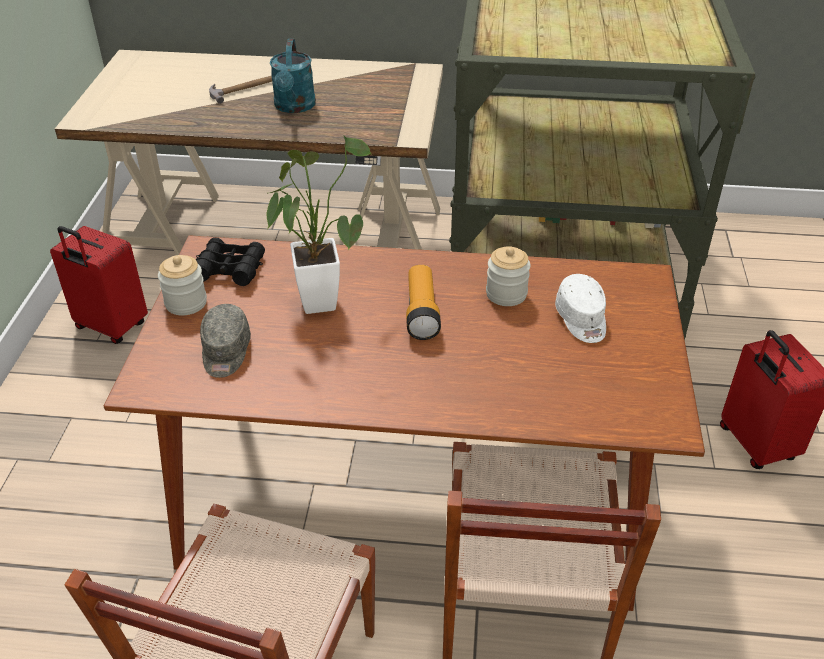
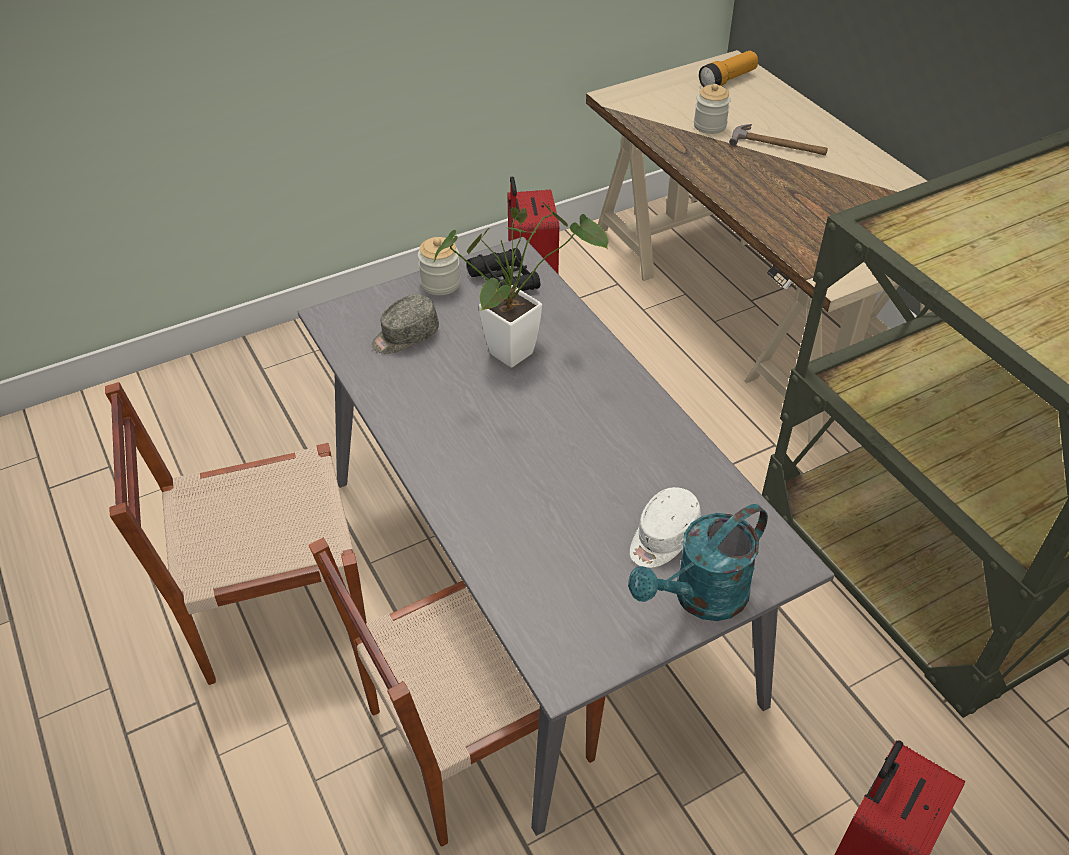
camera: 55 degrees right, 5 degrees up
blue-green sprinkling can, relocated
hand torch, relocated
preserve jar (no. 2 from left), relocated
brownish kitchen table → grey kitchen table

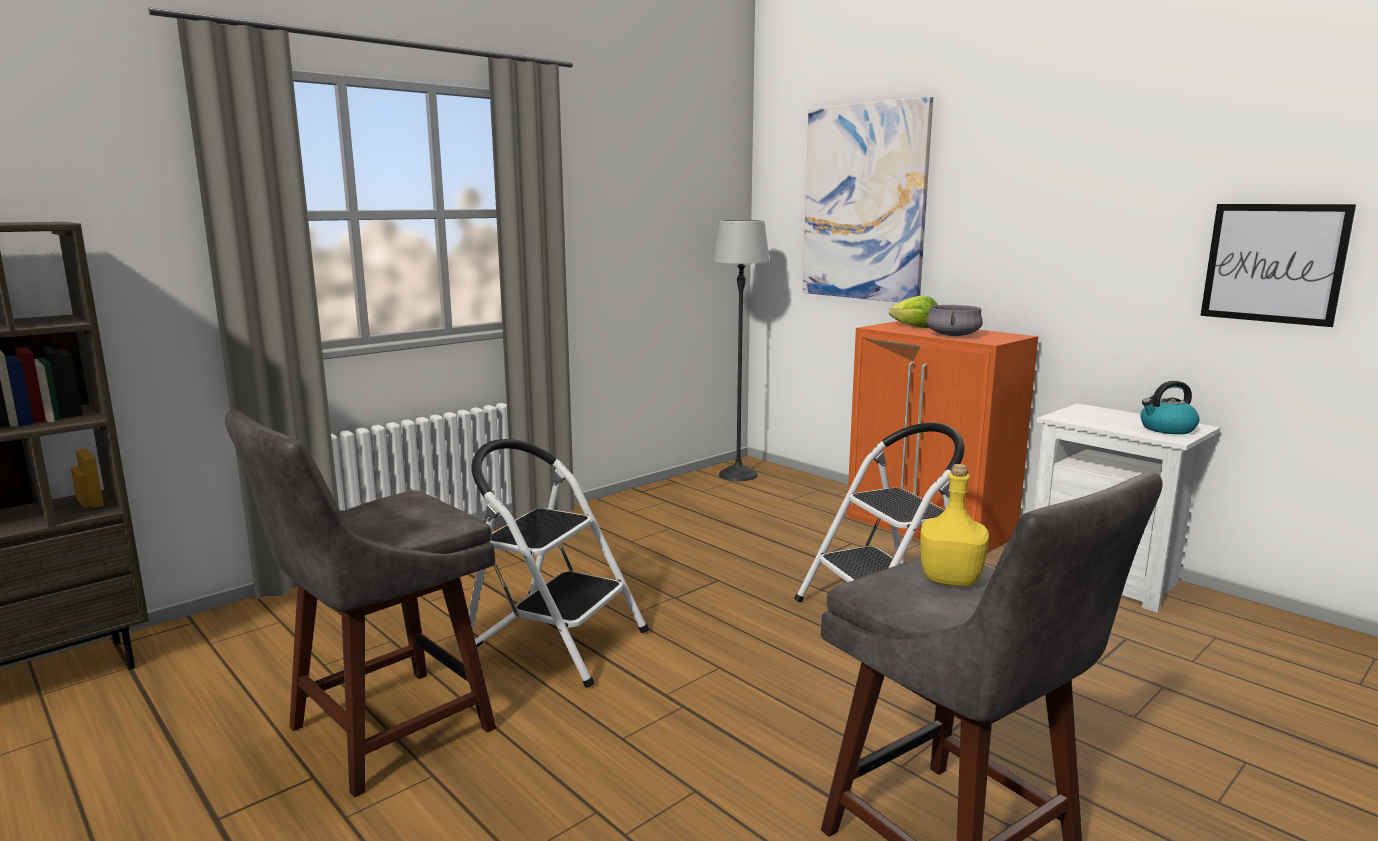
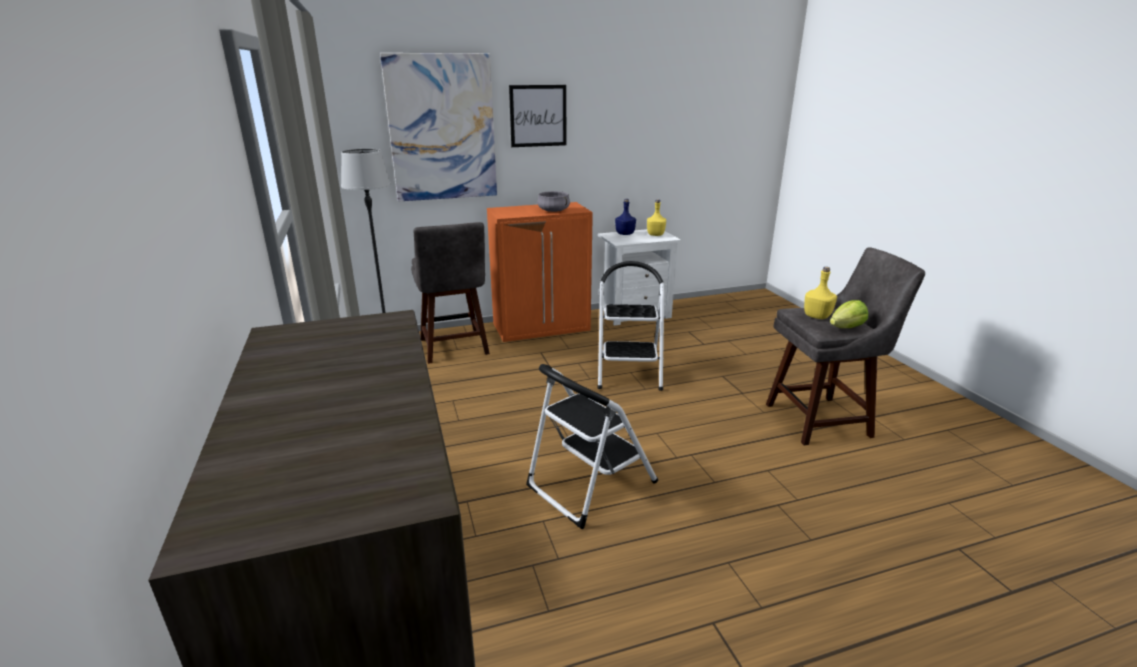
camera: 65 degrees left, 10 degrees up
- → blue bottle
grey sitting stool (no. 1 from left), relocated
head of lettuce, relocated
picture (no. 2 from left), relocated
tea kettle → yellow-coloured bottle (no. 1 from left)

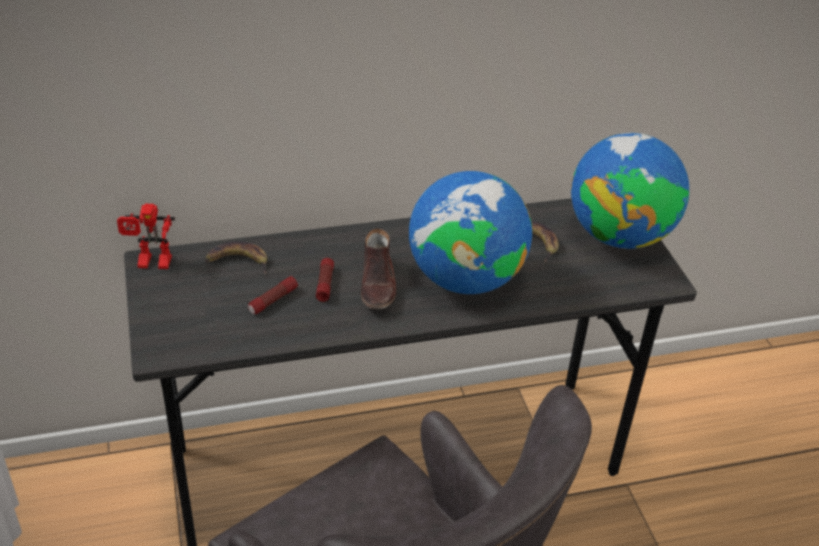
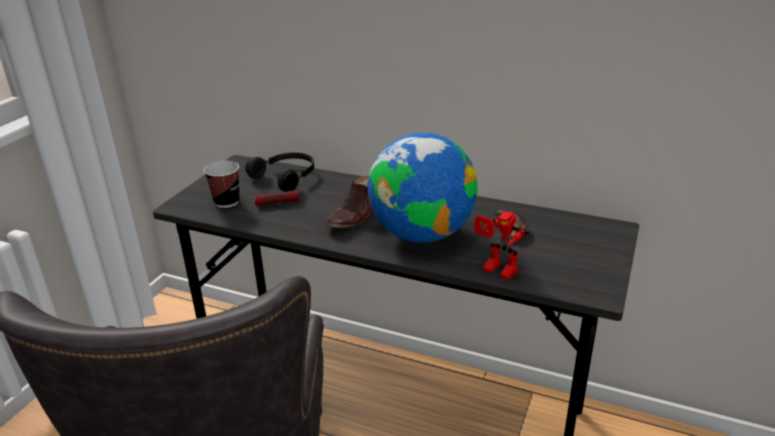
camera: 40 degrees right, 10 degrees down
hand torch (no. 2 from left) → -
world globe (no. 2 from left) → -
- → small cup
robot figure, relocated
banana (no. 1 from left) → black pair of headphones

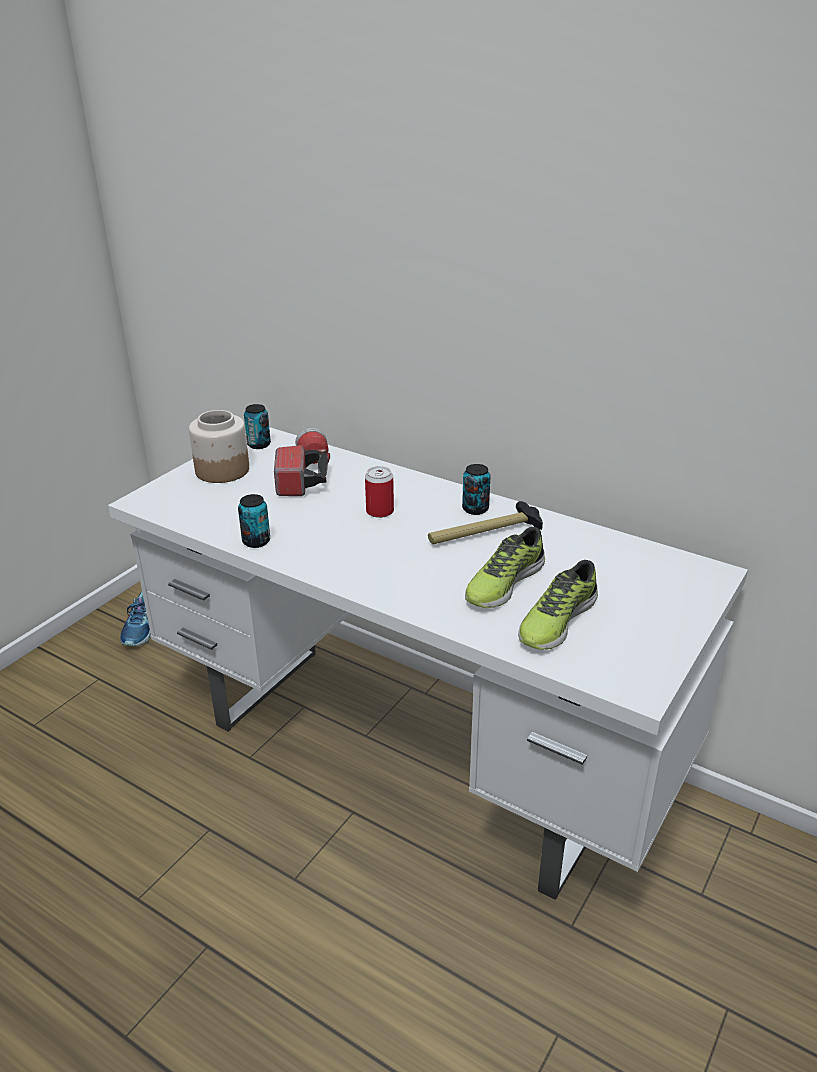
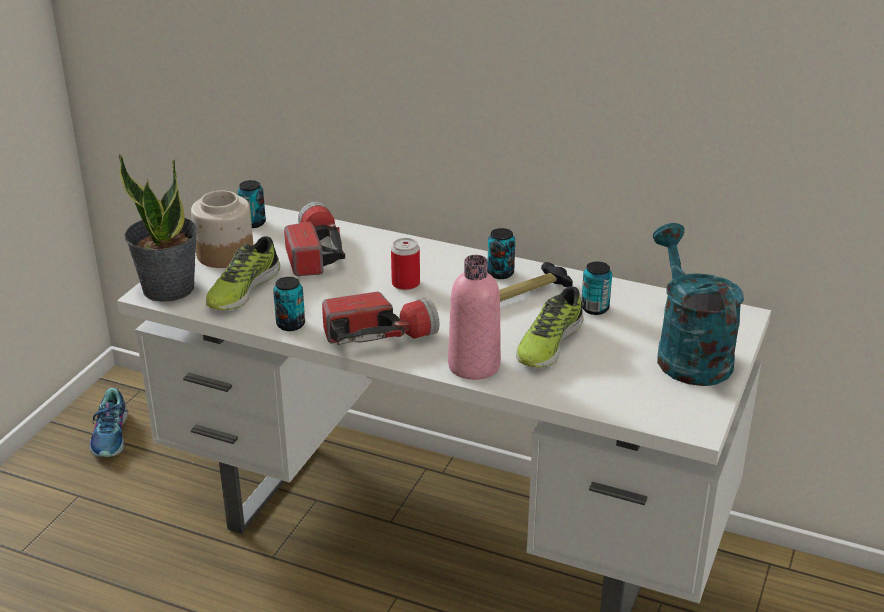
camera: 10 degrees left, 0 degrees up
- → plant in a pot
- → hand torch (no. 2 from left)
- → pink bottle
- → metal can (no. 5 from left)
- → blue-green sprinkling can
item of footwear (no. 3 from left in the first image) → item of footwear (no. 2 from left), relocated

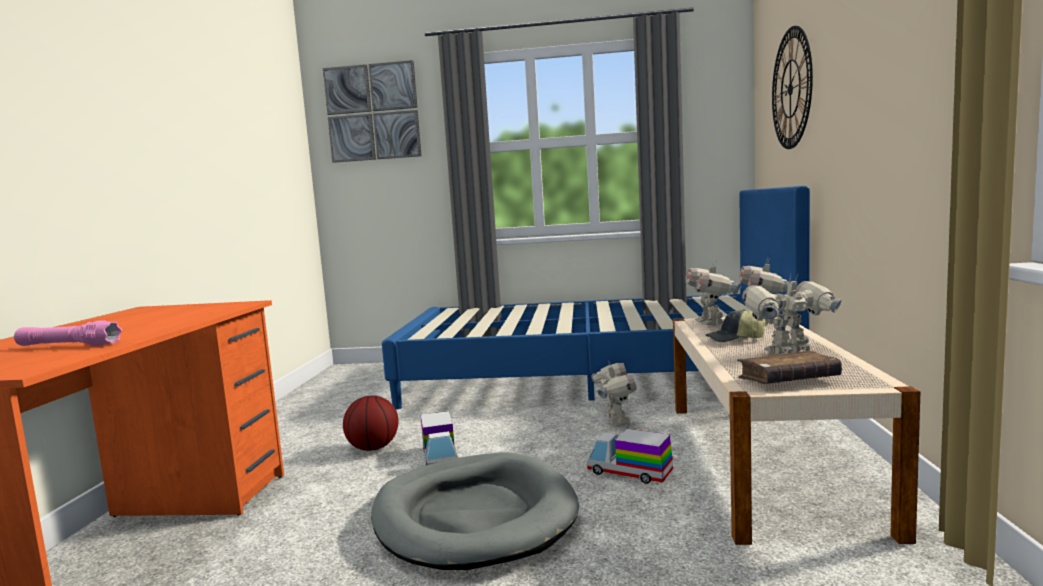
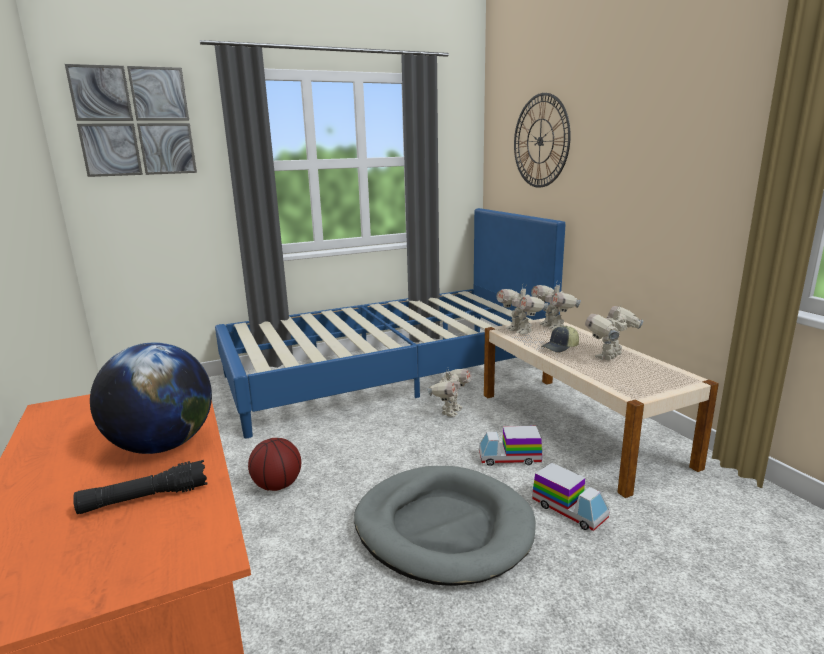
camera: 30 degrees left, 10 degrees up
brownish volume → -
- → world globe
model truck (no. 1 from left in the first image) → model truck (no. 2 from left), relocated
pink hand torch → black hand torch
robot figure (no. 1 from left), 60 degrees clockwise

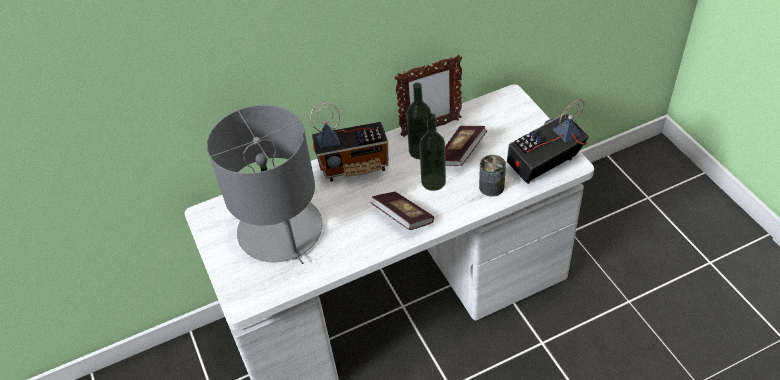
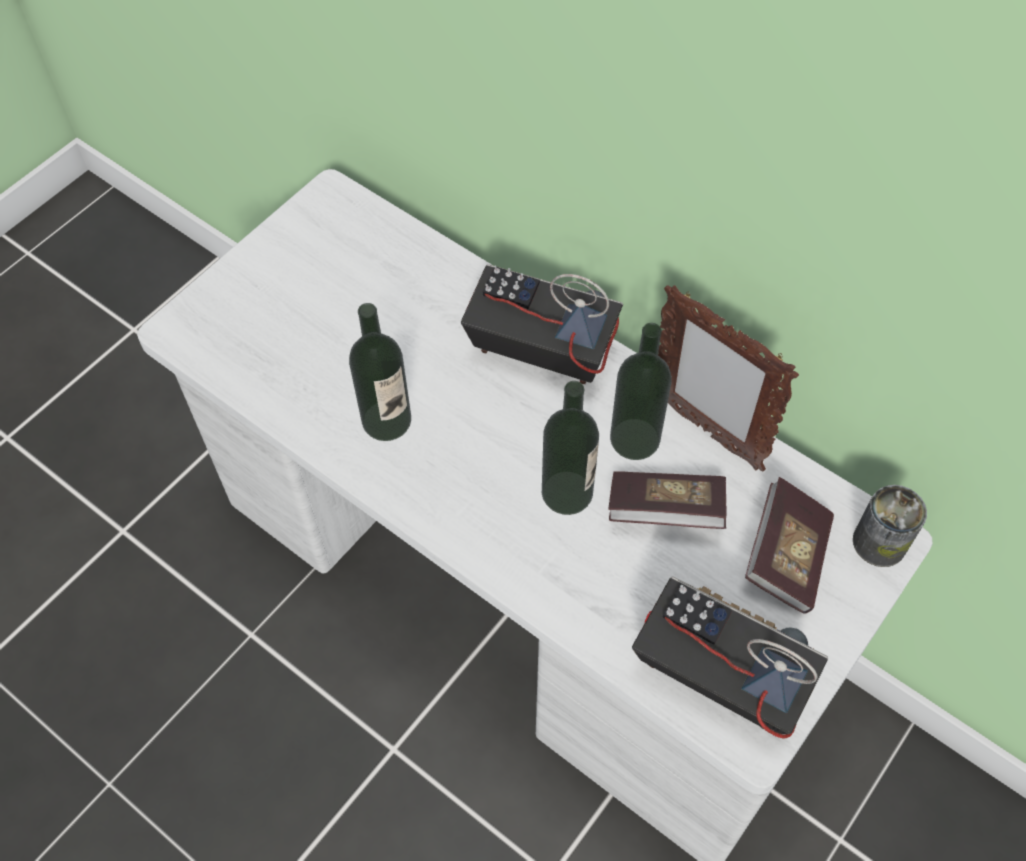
camera: 60 degrees right, 10 degrees up
grey lamp for a table → -
- → bottle (no. 1 from left)
volume (no. 1 from left in the first image) → volume (no. 2 from left), relocated
metal can, relocated
radio set (no. 1 from left), 150 degrees clockwise

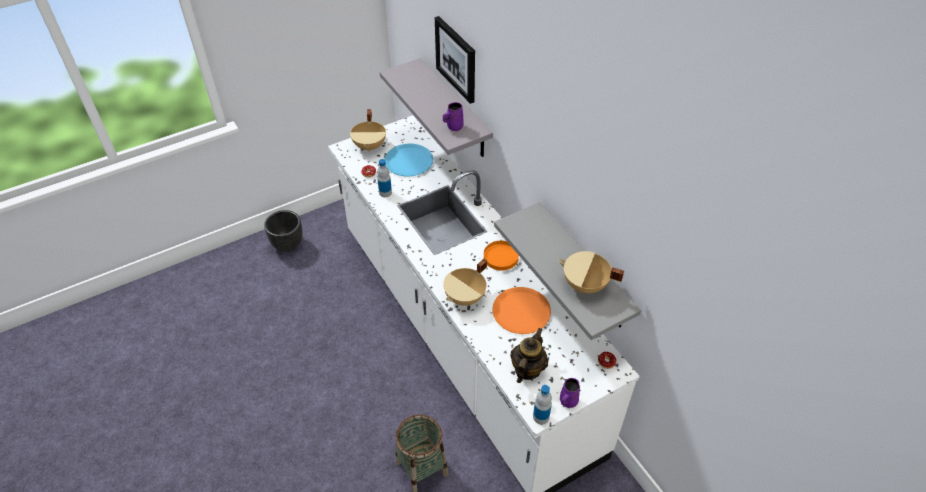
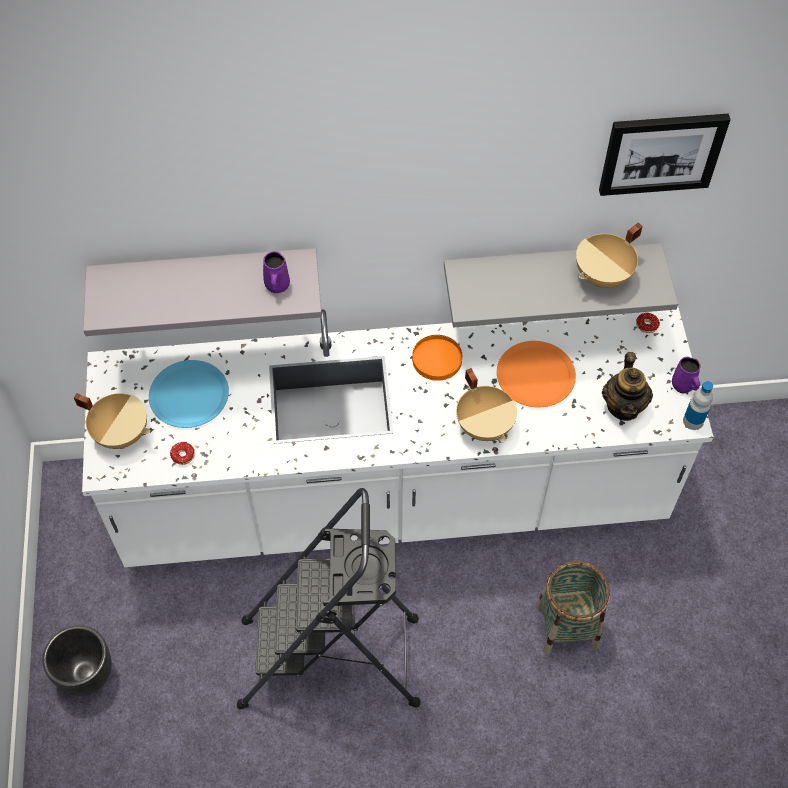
camera: 65 degrees left, 10 degrees up
bottle (no. 1 from left) → -
- → stepladder
picture, relocated
teapot, 135 degrees counterclockwise

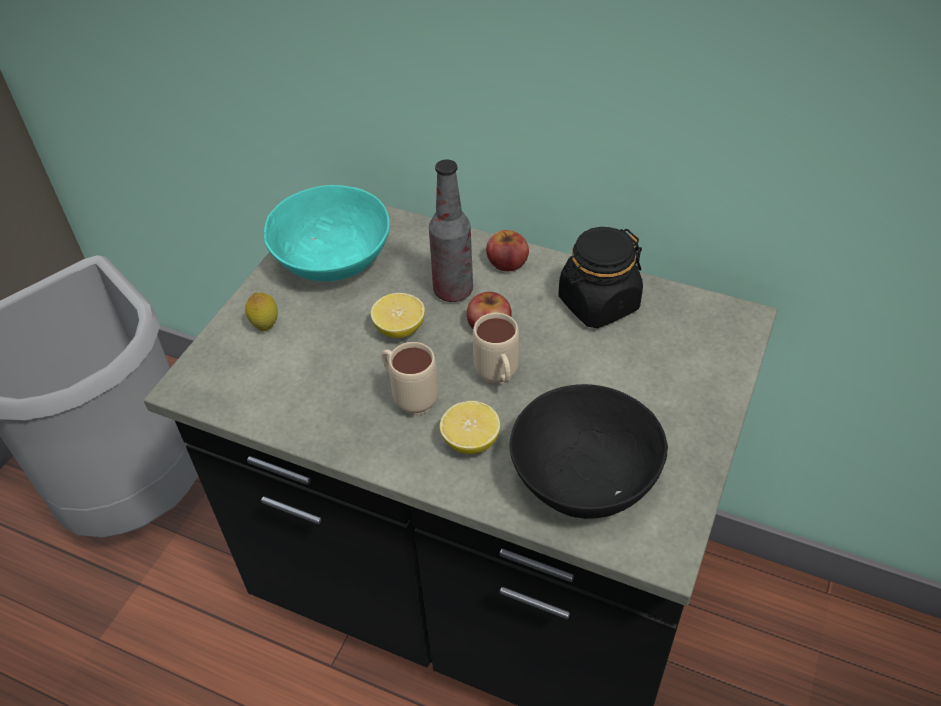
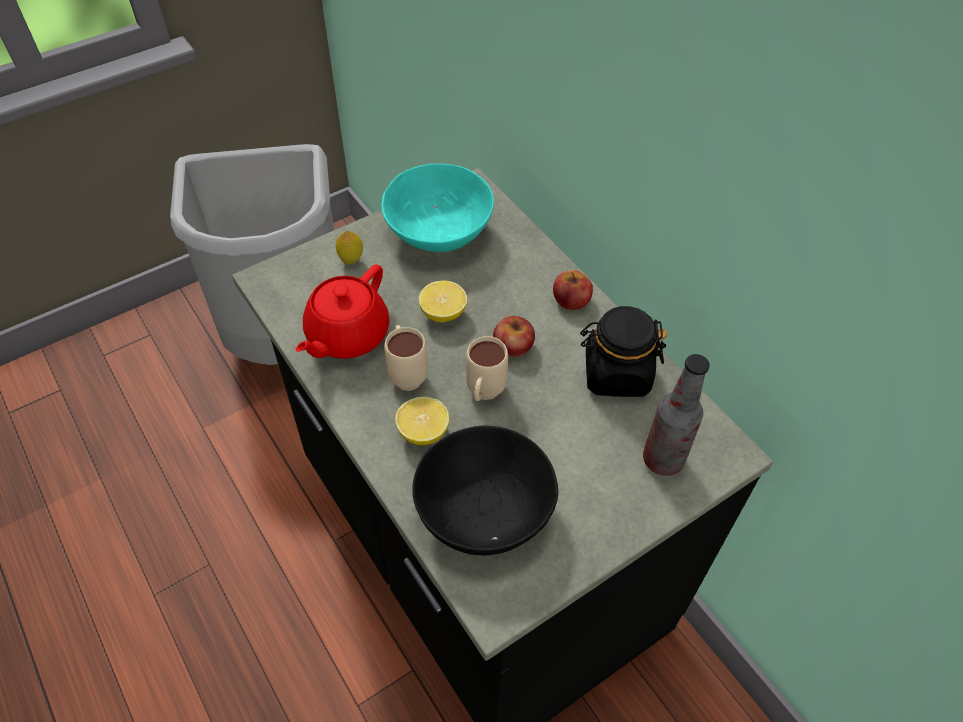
camera: 30 degrees right, 5 degrees up
- → reddish teapot
bottle, relocated

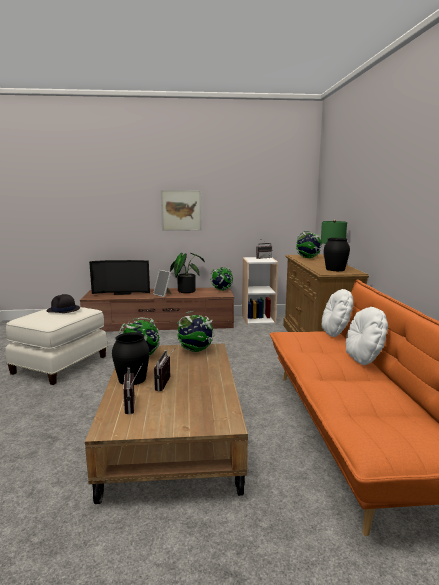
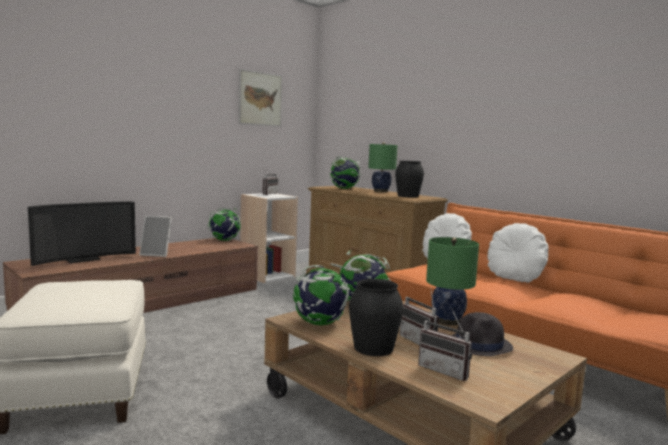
camera: 40 degrees left, 5 degrees down
plant in a pot → -
- → greenish lamp for a table (no. 2 from left)
black clothing hat, relocated
picture, relocated

